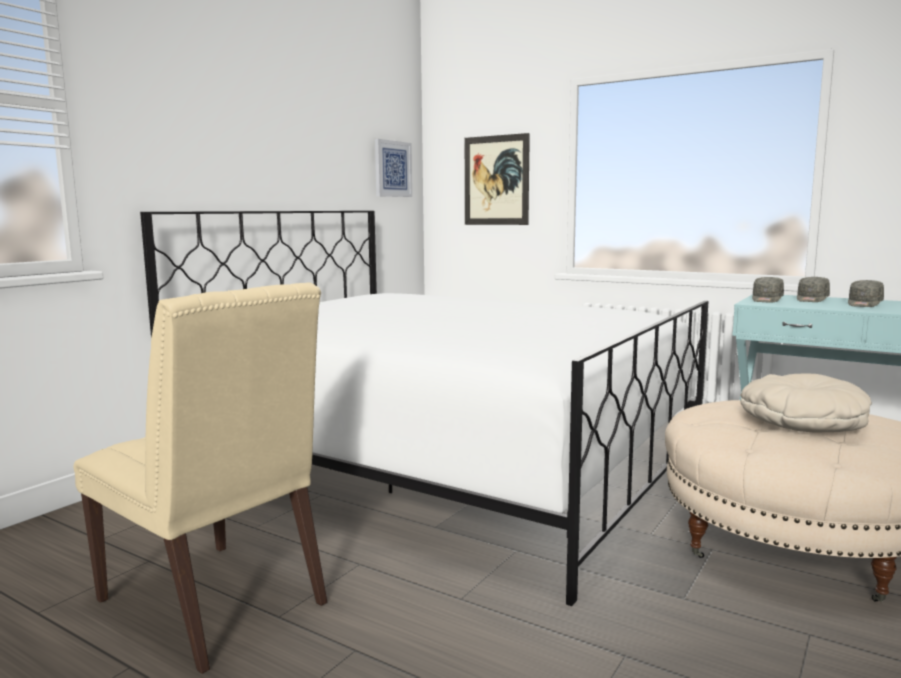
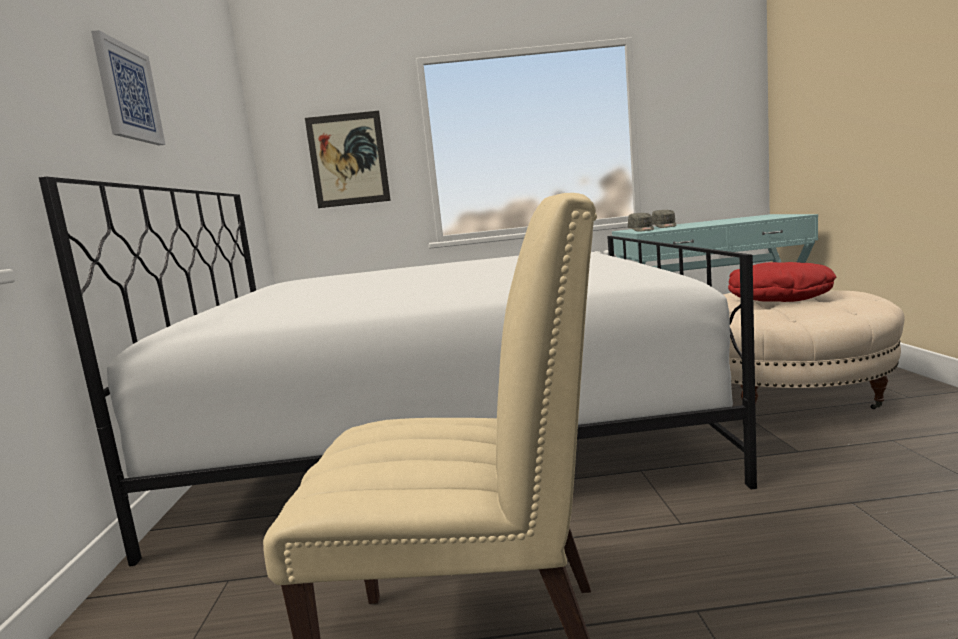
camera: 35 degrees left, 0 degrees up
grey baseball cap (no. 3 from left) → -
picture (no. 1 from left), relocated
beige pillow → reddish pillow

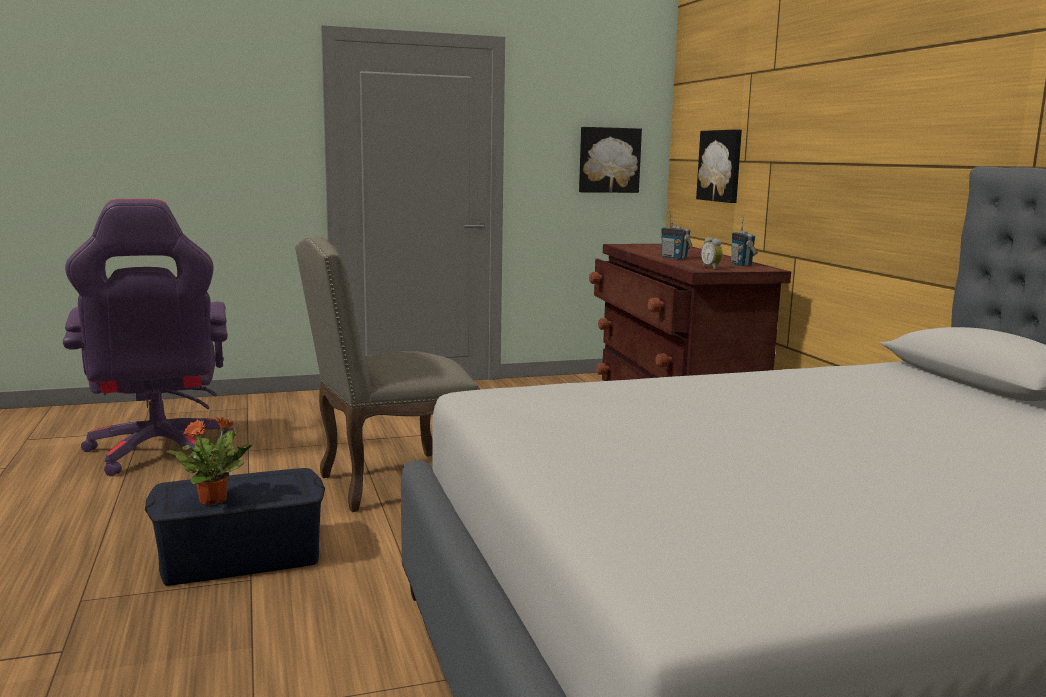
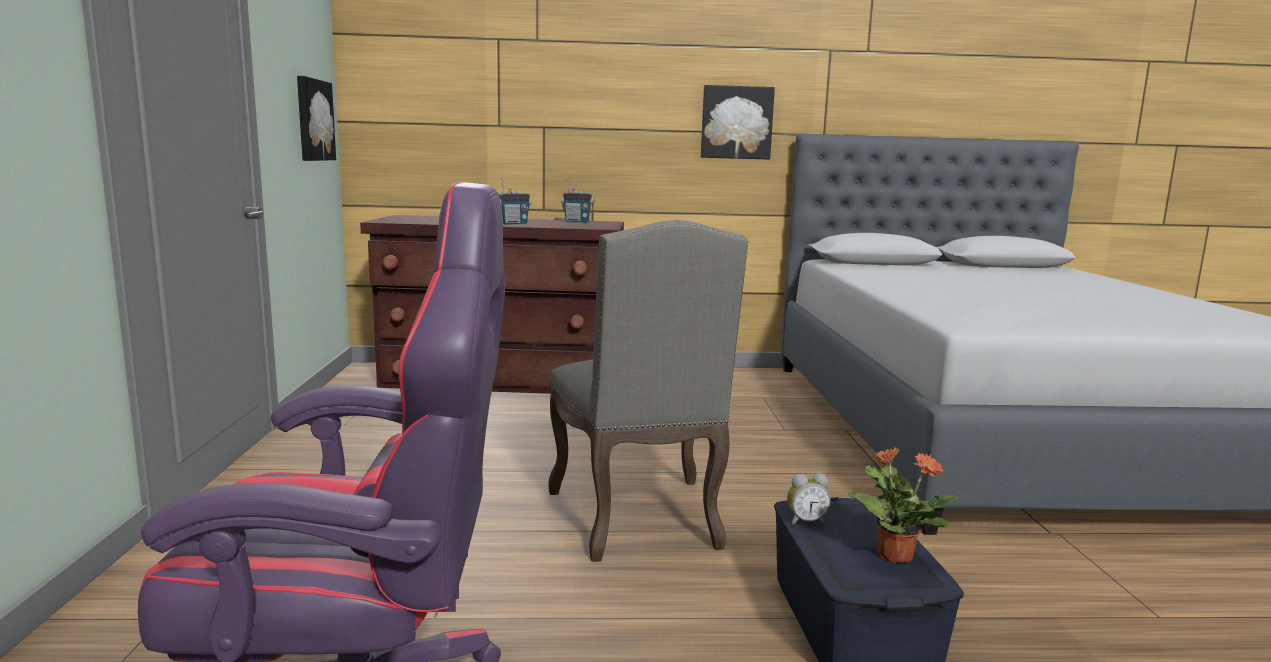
camera: 75 degrees left, 0 degrees up
picture (no. 2 from left), relocated
alarm clock, relocated

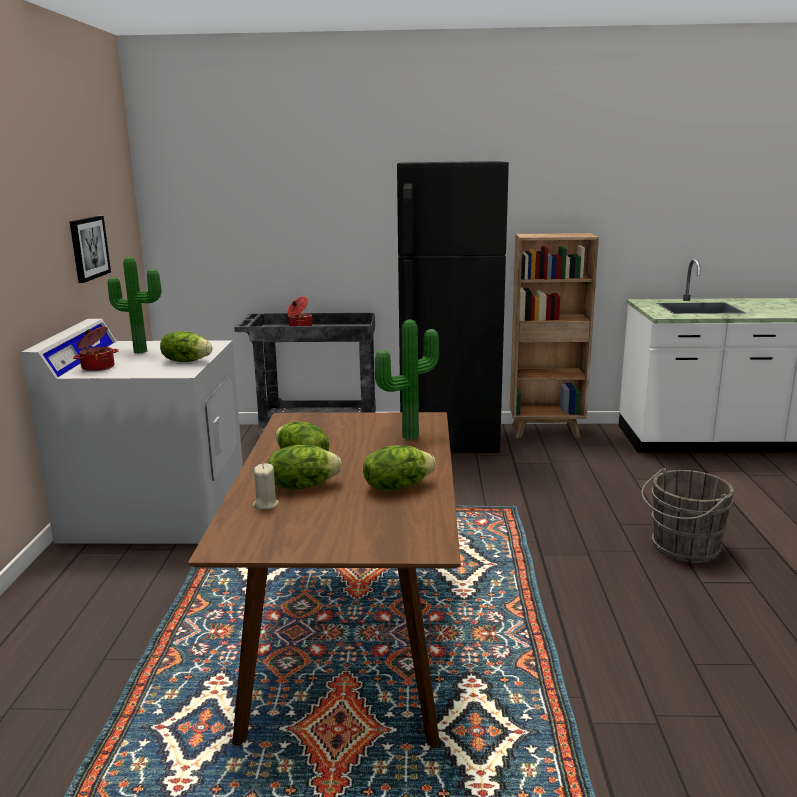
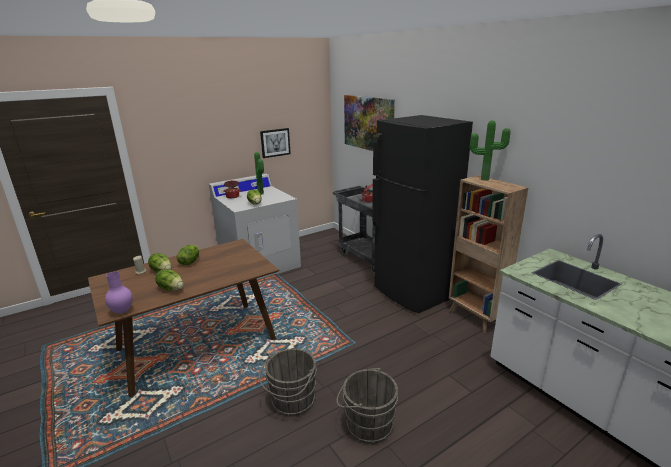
camera: 55 degrees right, 5 degrees up
- → purple vase
- → grey bucket (no. 1 from left)
- → picture (no. 2 from left)
plant in a pot (no. 2 from left), relocated

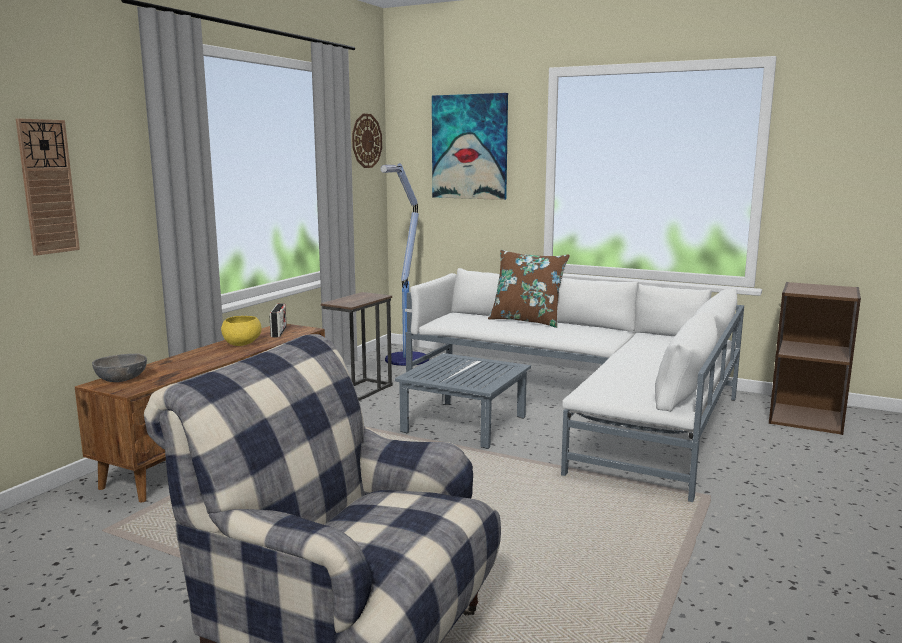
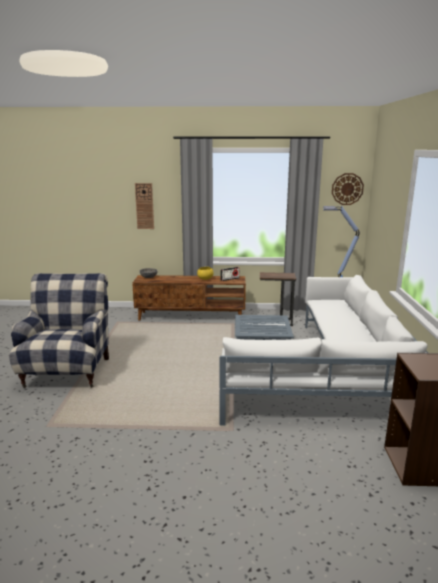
camera: 65 degrees right, 5 degrees up
picture → -
brownish pillow → -

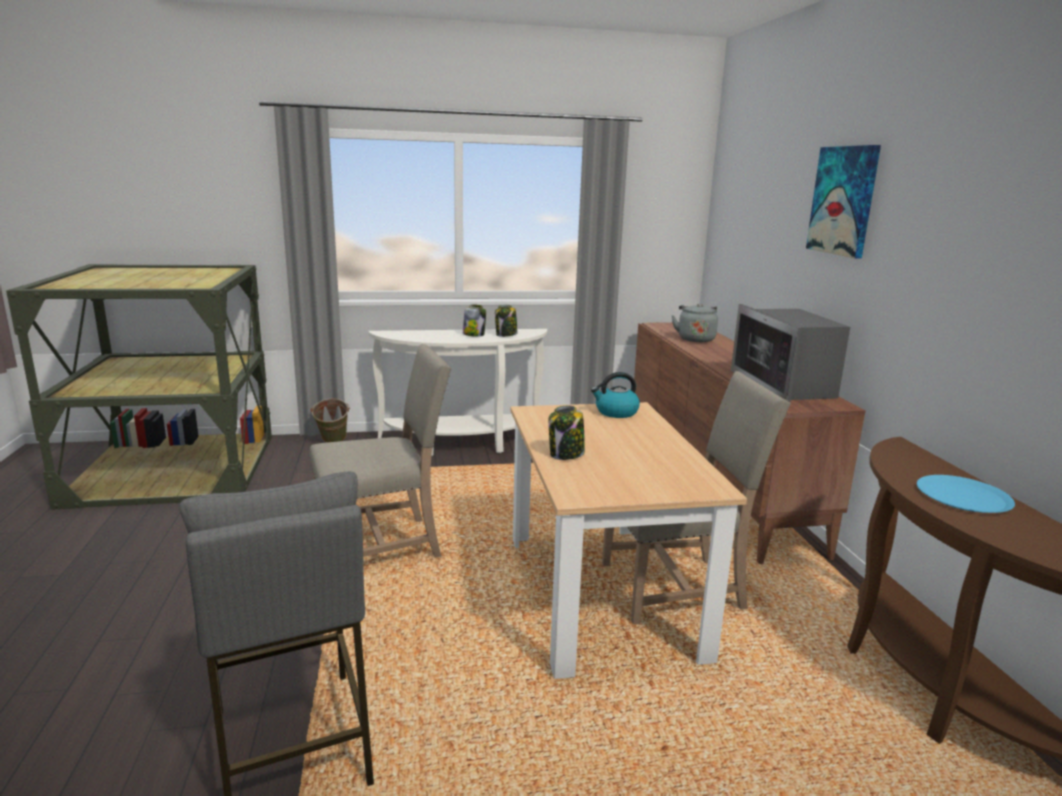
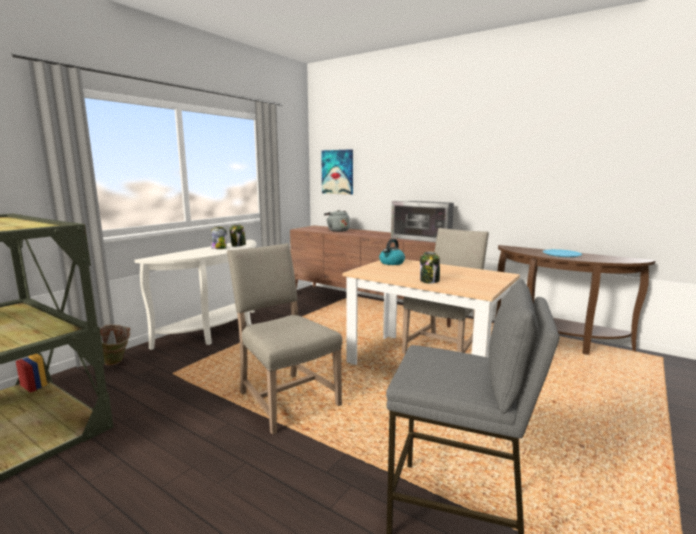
camera: 45 degrees left, 5 degrees down
picture, relocated
beige chair (no. 1 from left), 60 degrees counterclockwise

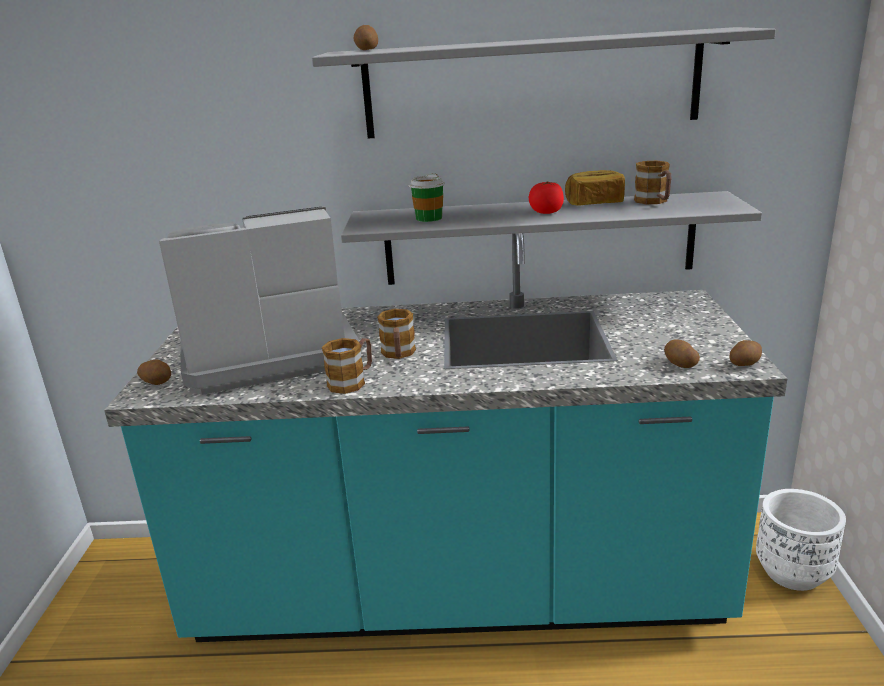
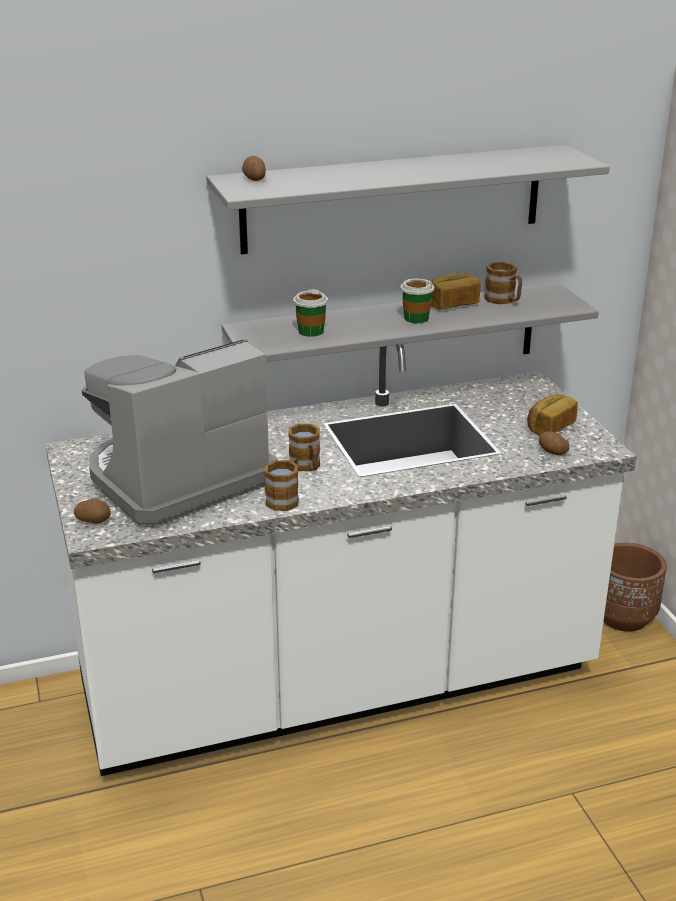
camera: 20 degrees left, 5 degrees up
potato (no. 4 from left) → -
- → baked bread (no. 2 from left)
tomato → small cup (no. 2 from left)
blue-green kitchen base unit → whitish kitchen base unit
whitish flower pot → brownish flower pot

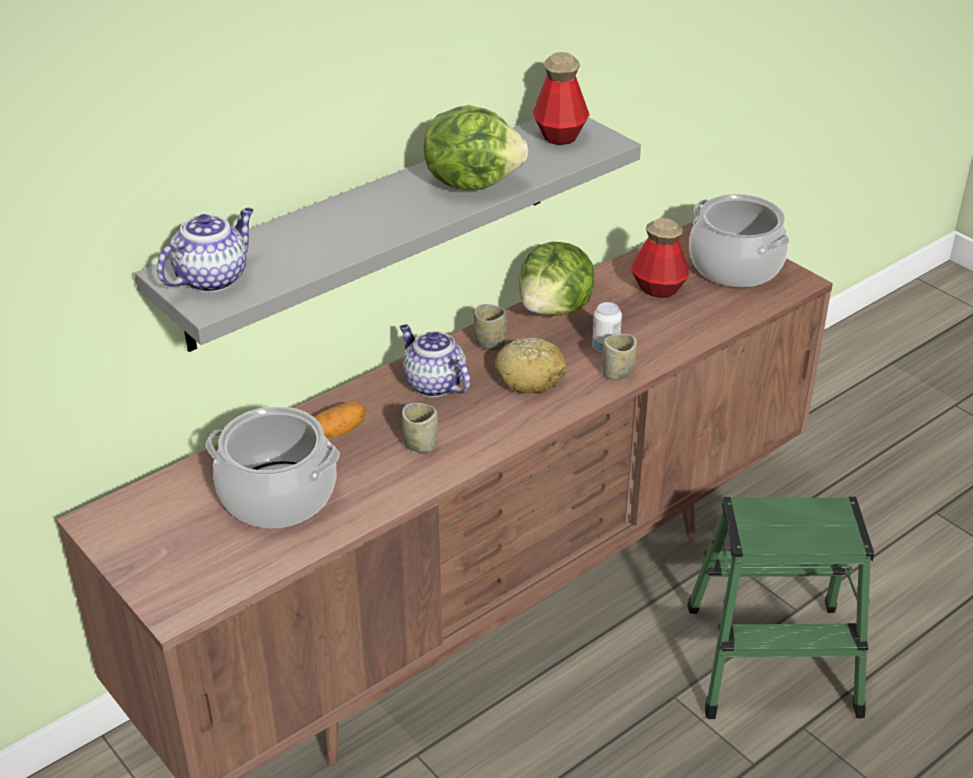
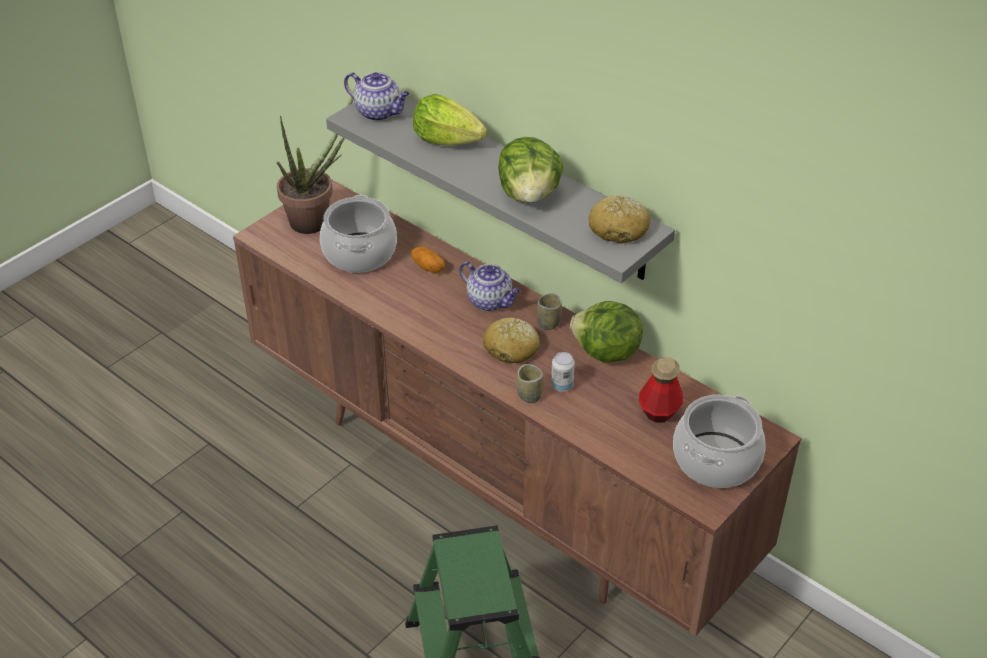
camera: 80 degrees right, 5 degrees up
small cup (no. 1 from left) → -
- → plant in a pot
- → head of lettuce (no. 1 from left)
bottle (no. 1 from left) → baked bread (no. 2 from left)
teapot (no. 2 from left), 90 degrees clockwise

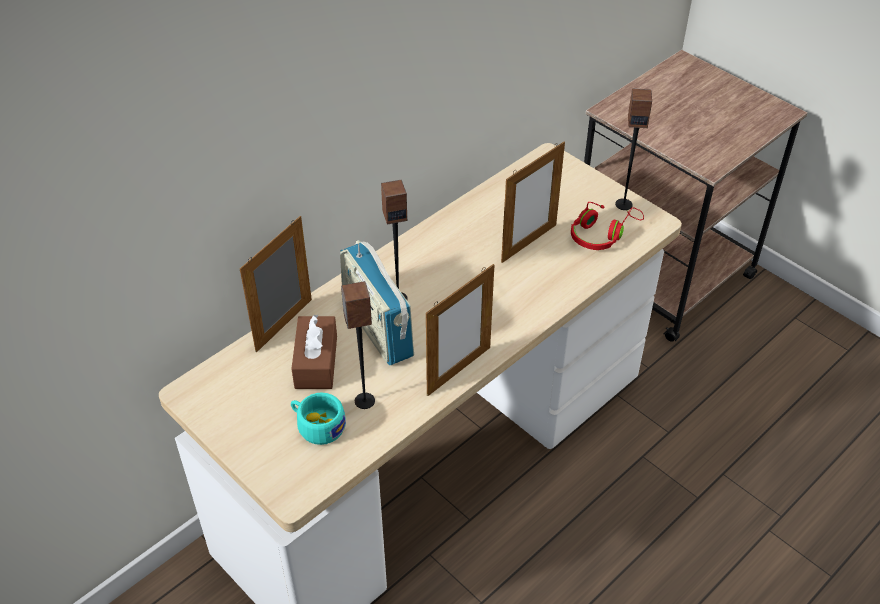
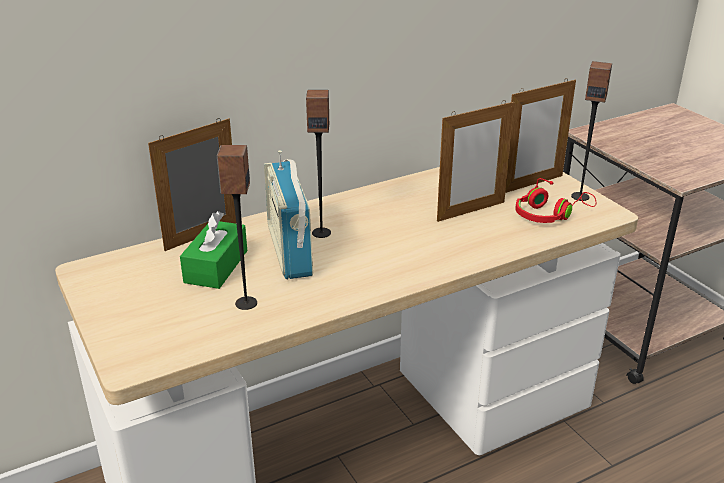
camera: 15 degrees right, 15 degrees down
blue-green small cup → -
picture frame (no. 2 from left in the first image) → picture frame (no. 3 from left), relocated
brownish box of tissues → greenish box of tissues

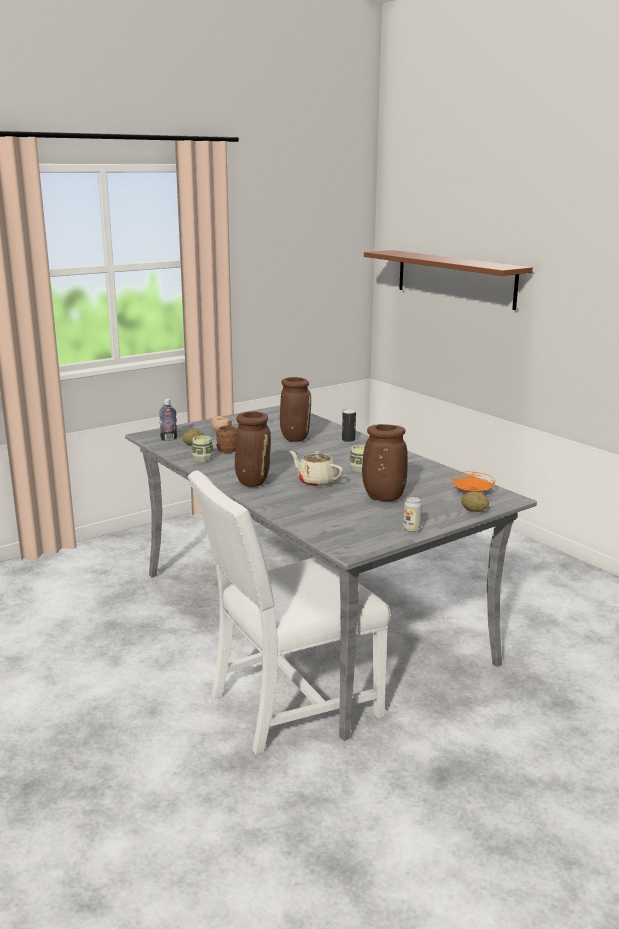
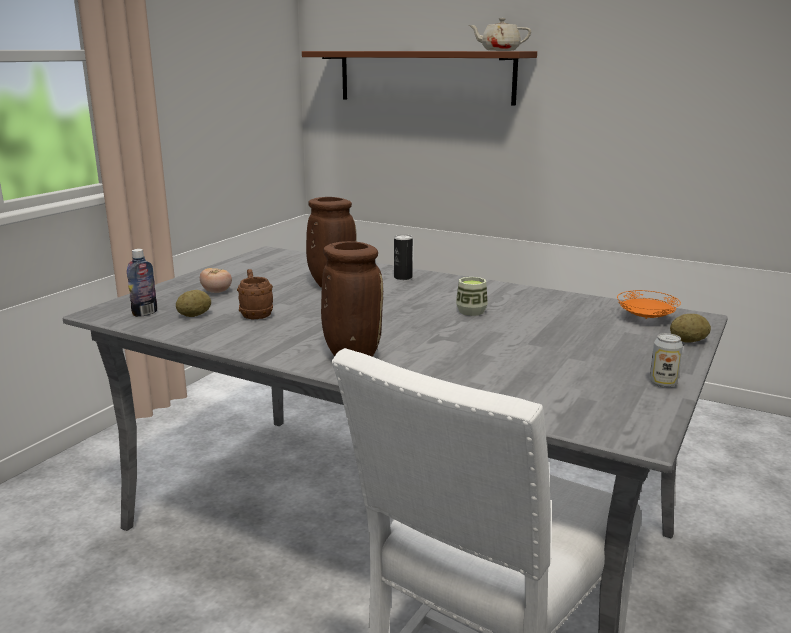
camera: 25 degrees left, 0 degrees up
small cup (no. 1 from left) → -
brownish vase (no. 3 from left) → -
beige teapot, relocated

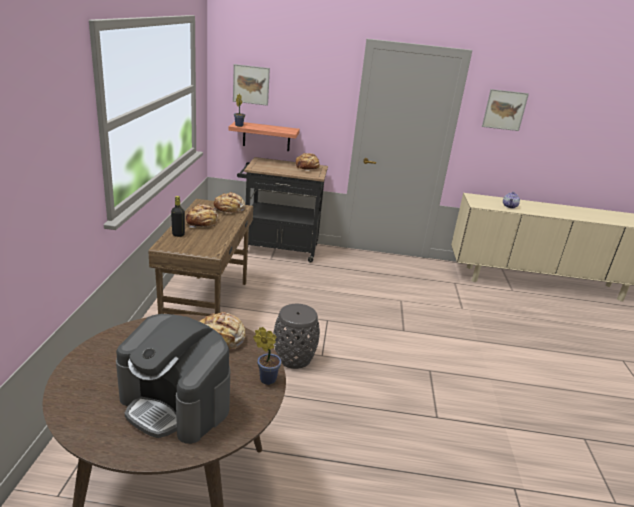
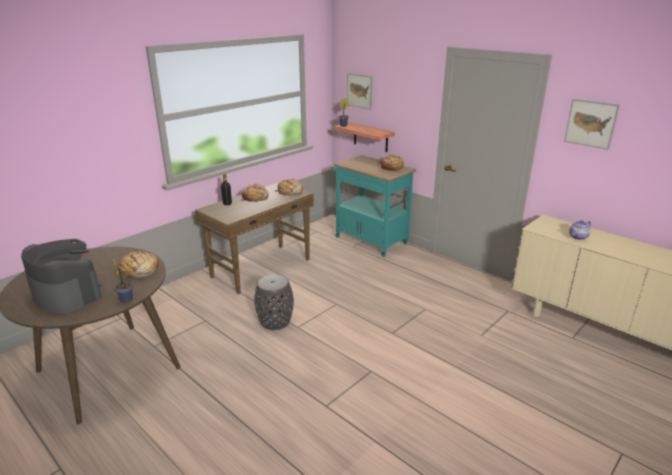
camera: 40 degrees right, 0 degrees up
black cart → blue-green cart
coffee brewer, 150 degrees clockwise

